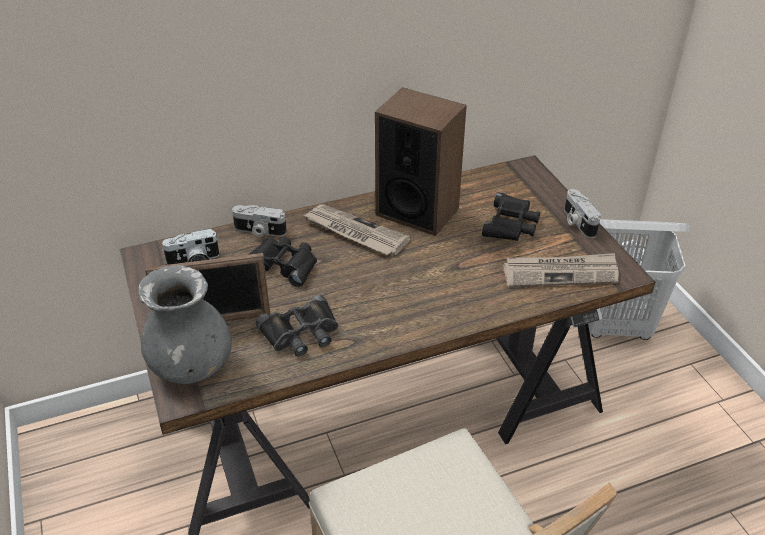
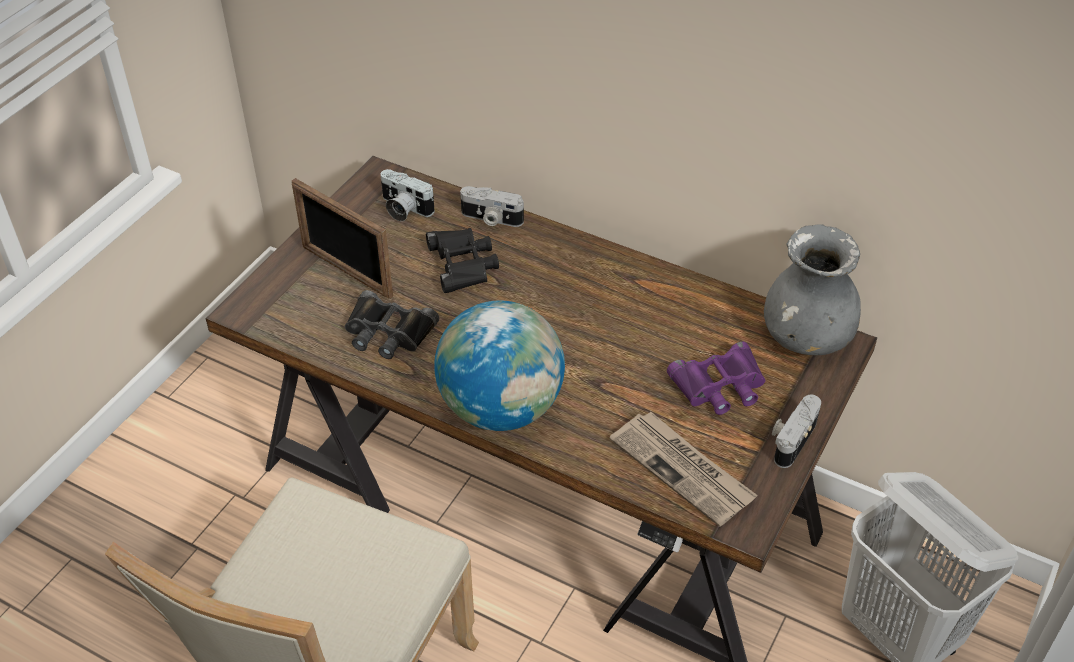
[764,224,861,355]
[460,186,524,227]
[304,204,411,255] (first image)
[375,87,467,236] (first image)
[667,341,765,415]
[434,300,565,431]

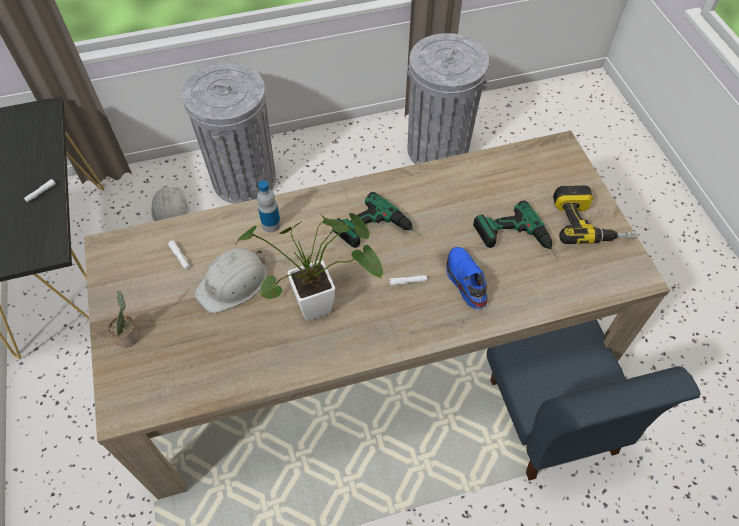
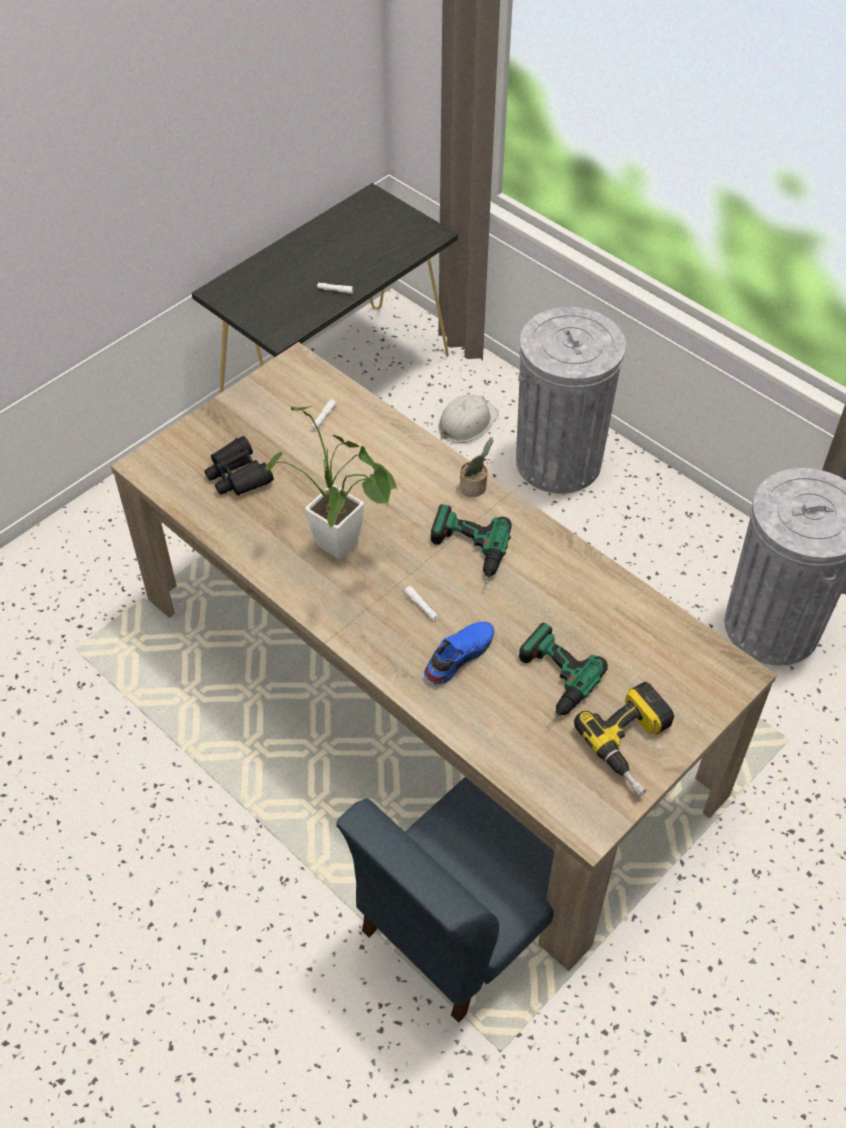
[460,437,493,497]
[194,248,267,313] (first image)
[257,180,281,232] (first image)
[204,436,274,496]

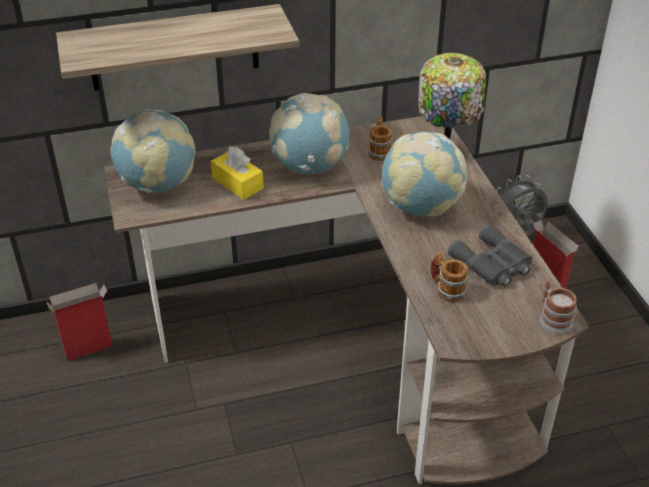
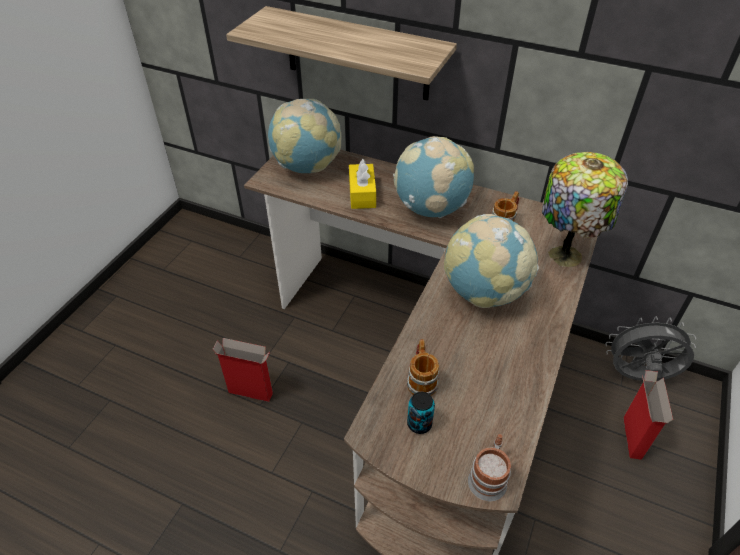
[213,338,273,402]
[448,224,532,287] (first image)
[407,392,435,434]

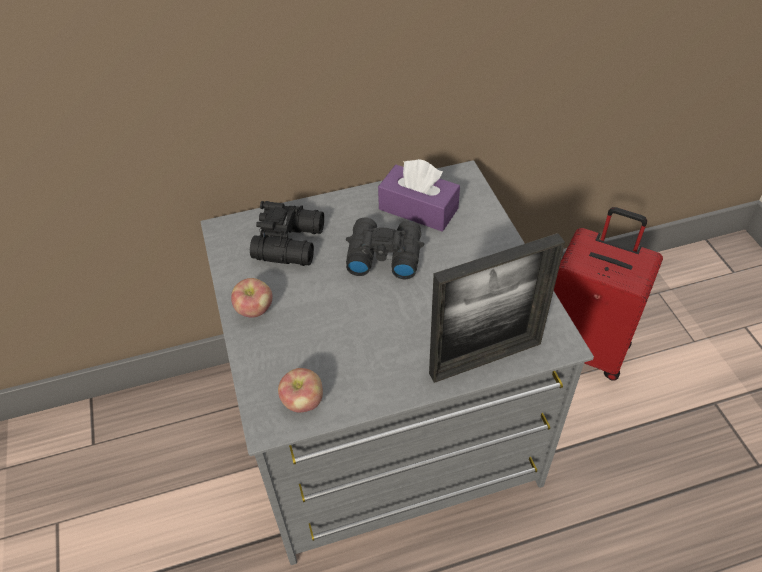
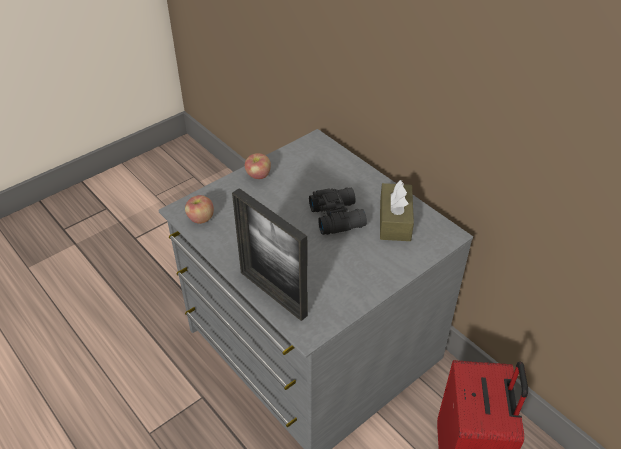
[250,201,324,266] (first image)
[380,180,414,241]

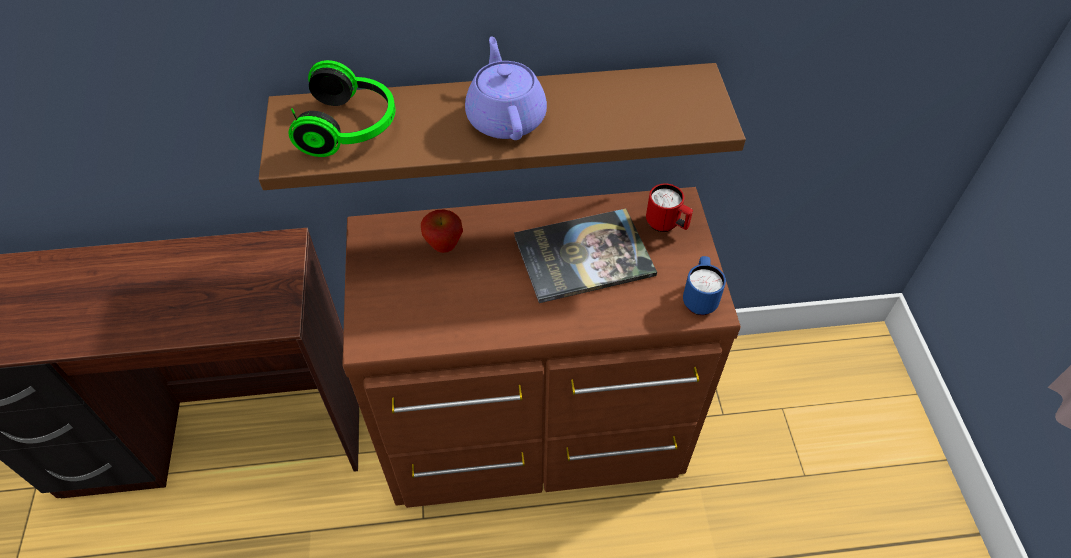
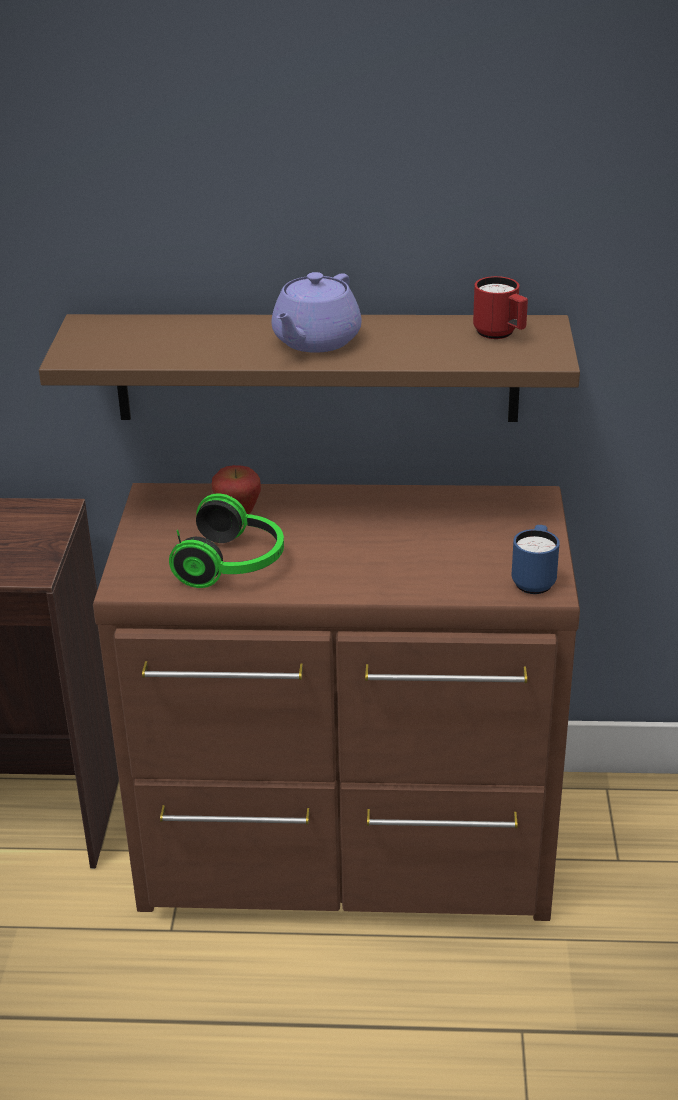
[169,494,284,588]
[271,272,362,353]
[514,208,657,303] (first image)
[473,276,528,339]

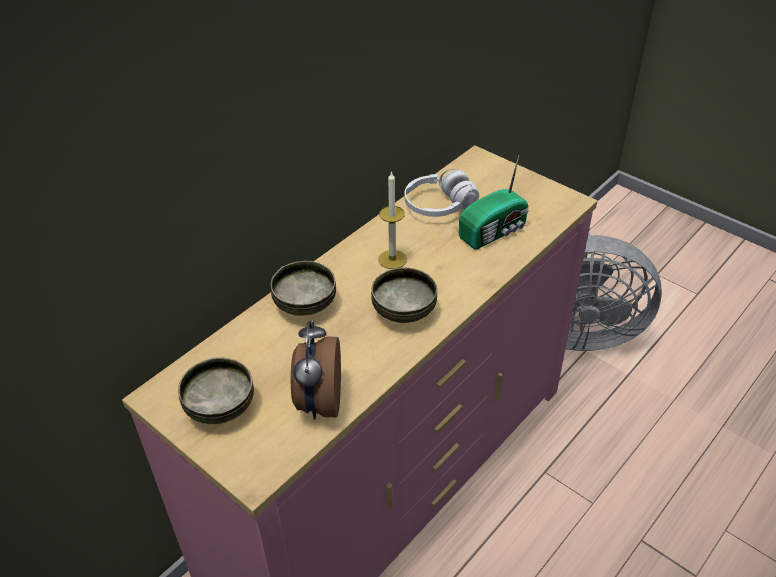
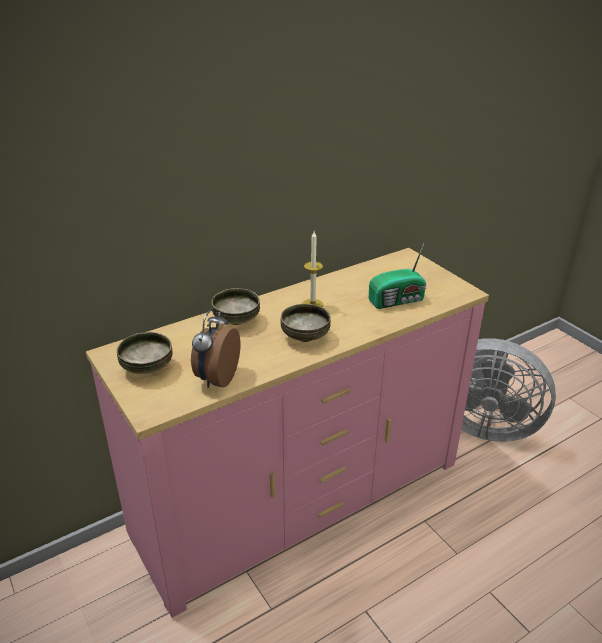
[405,169,479,217] (first image)

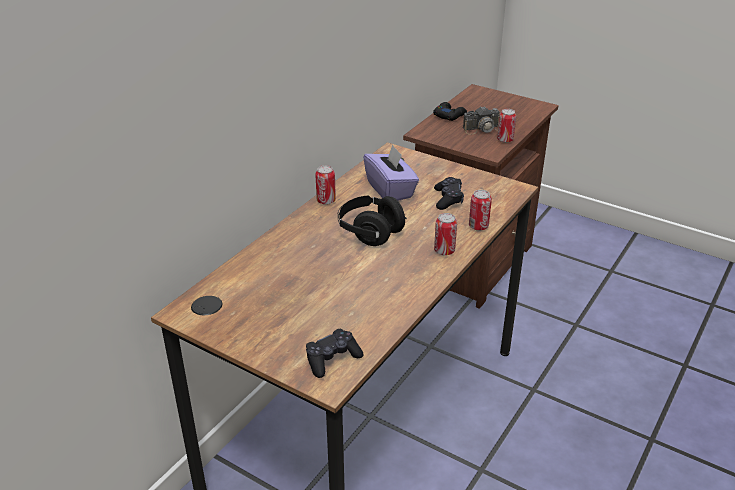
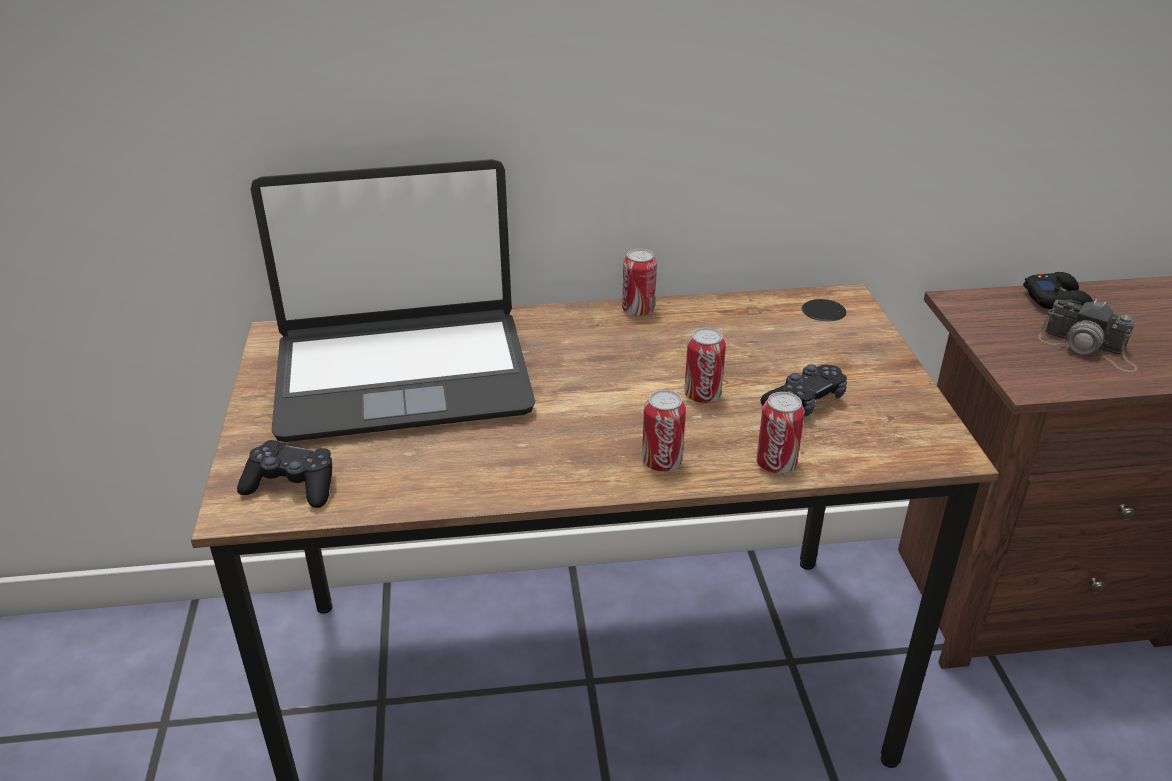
[338,195,407,246] (first image)
[363,144,419,201] (first image)
[684,328,726,403]
[251,159,535,442]

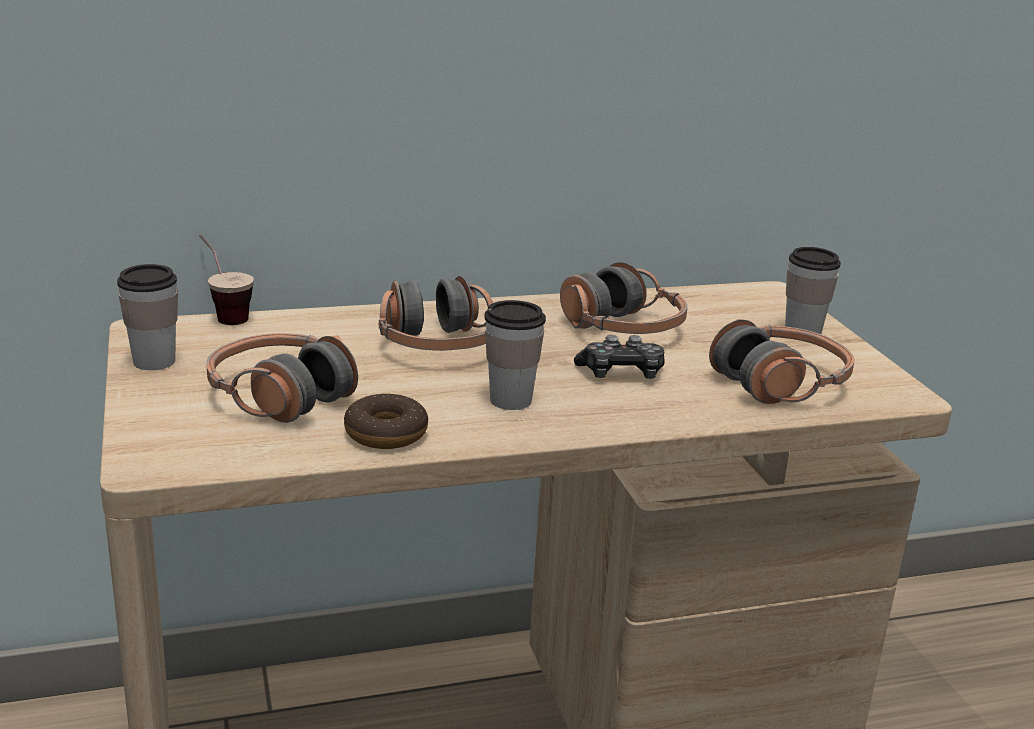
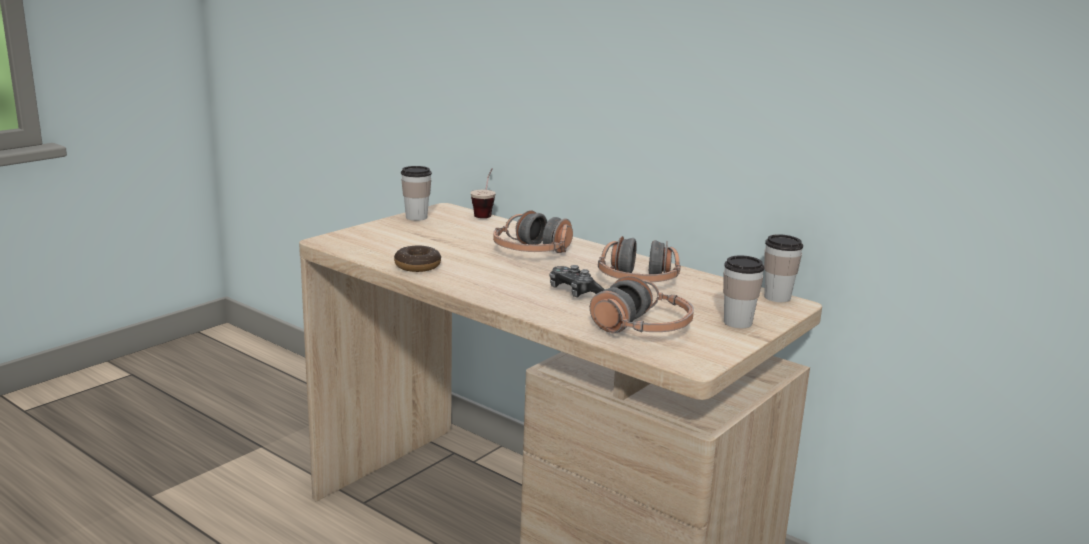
[206,333,358,423] (first image)
[764,234,803,302]

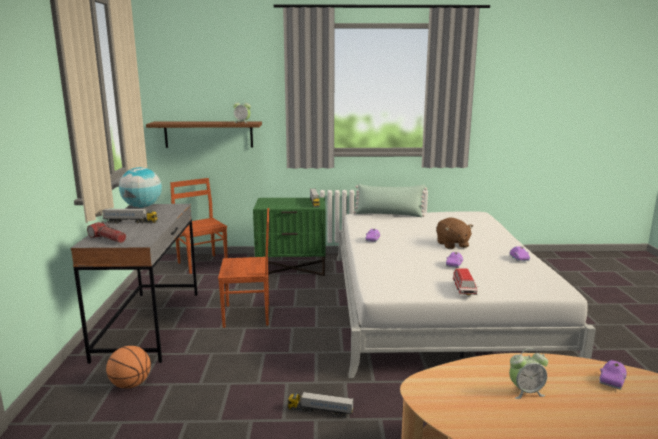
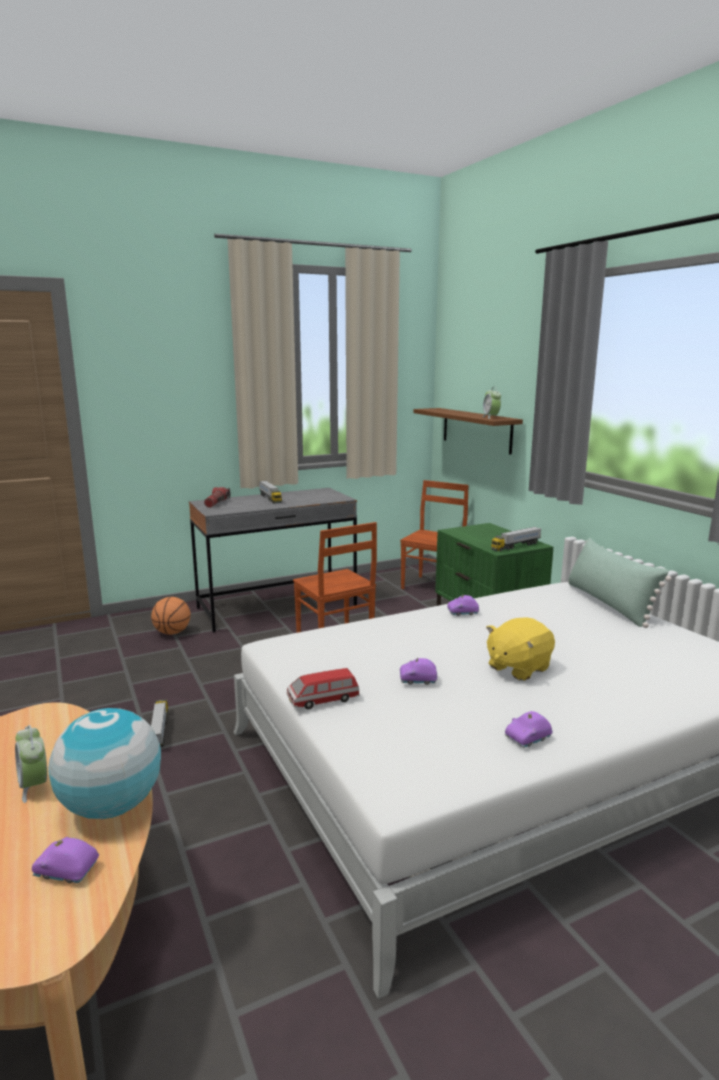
[48,708,161,819]
[486,617,555,681]

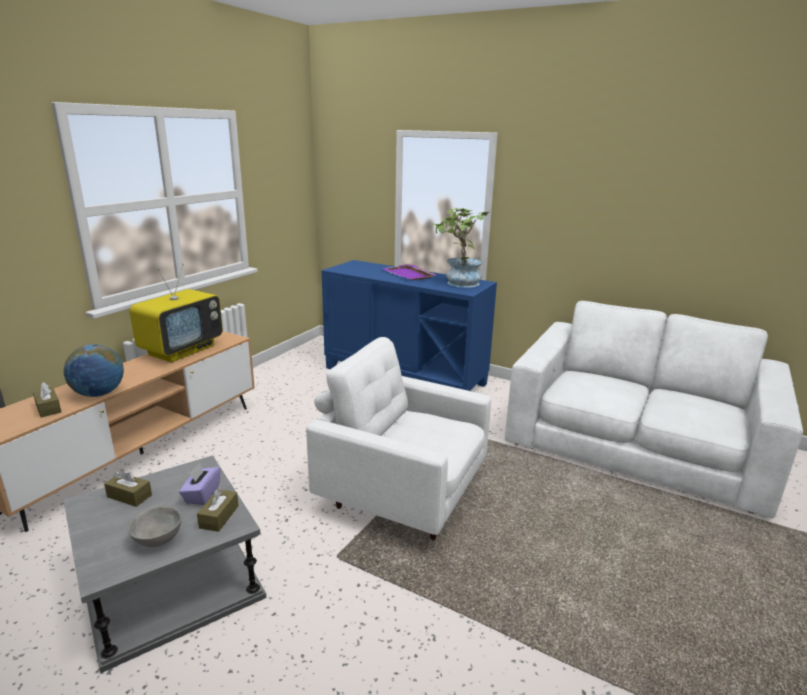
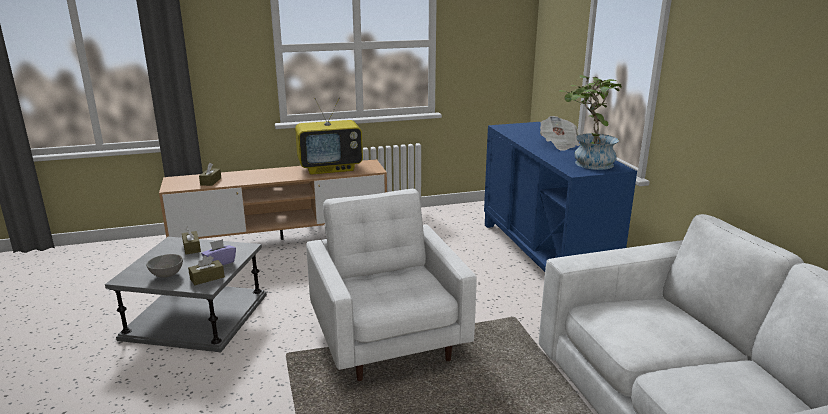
[64,344,124,397] (first image)
[540,116,580,151]

